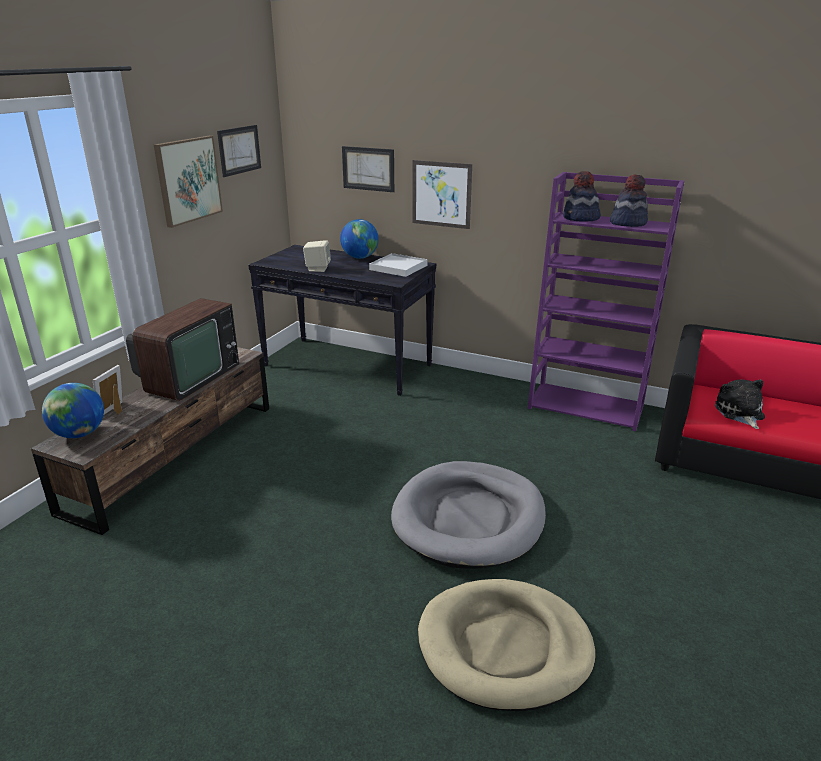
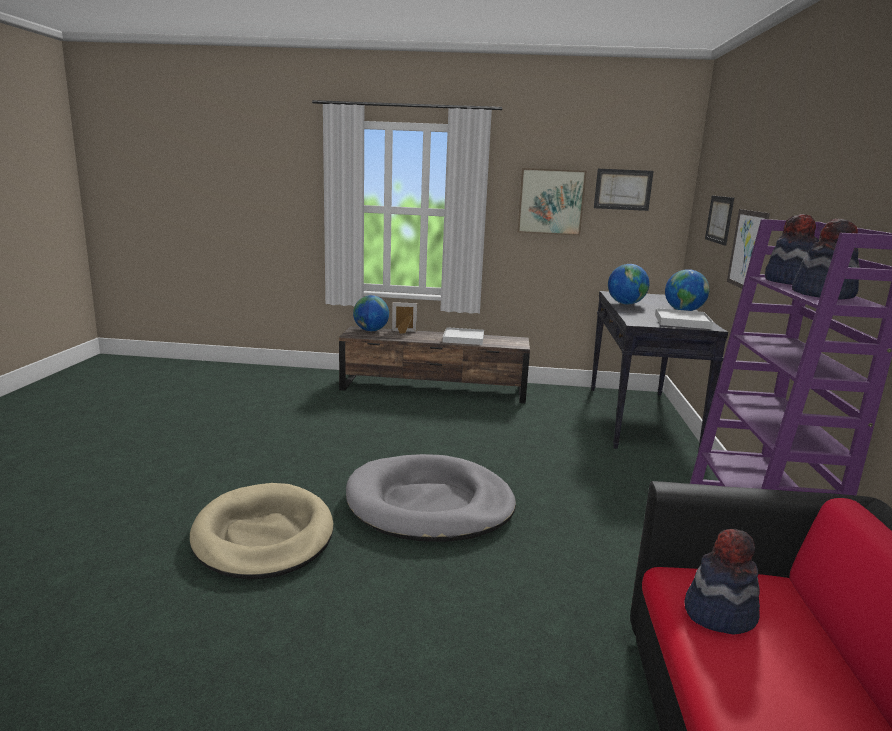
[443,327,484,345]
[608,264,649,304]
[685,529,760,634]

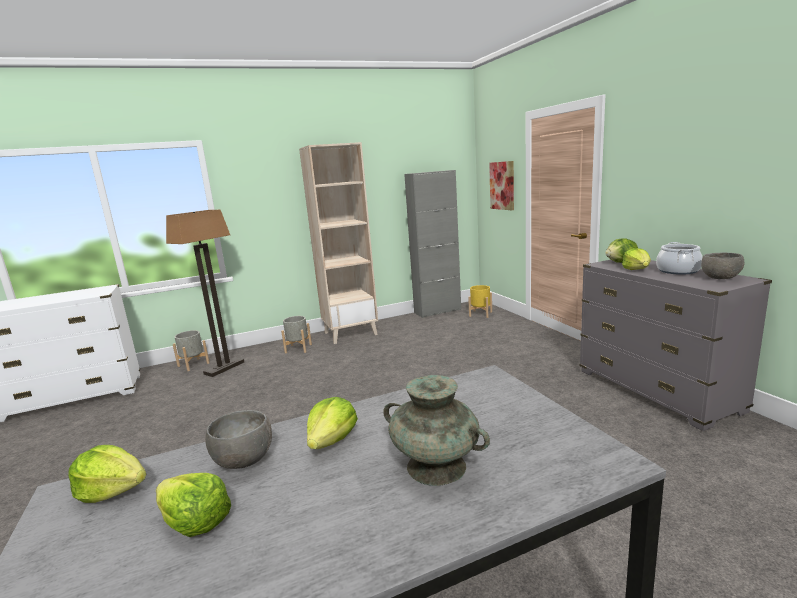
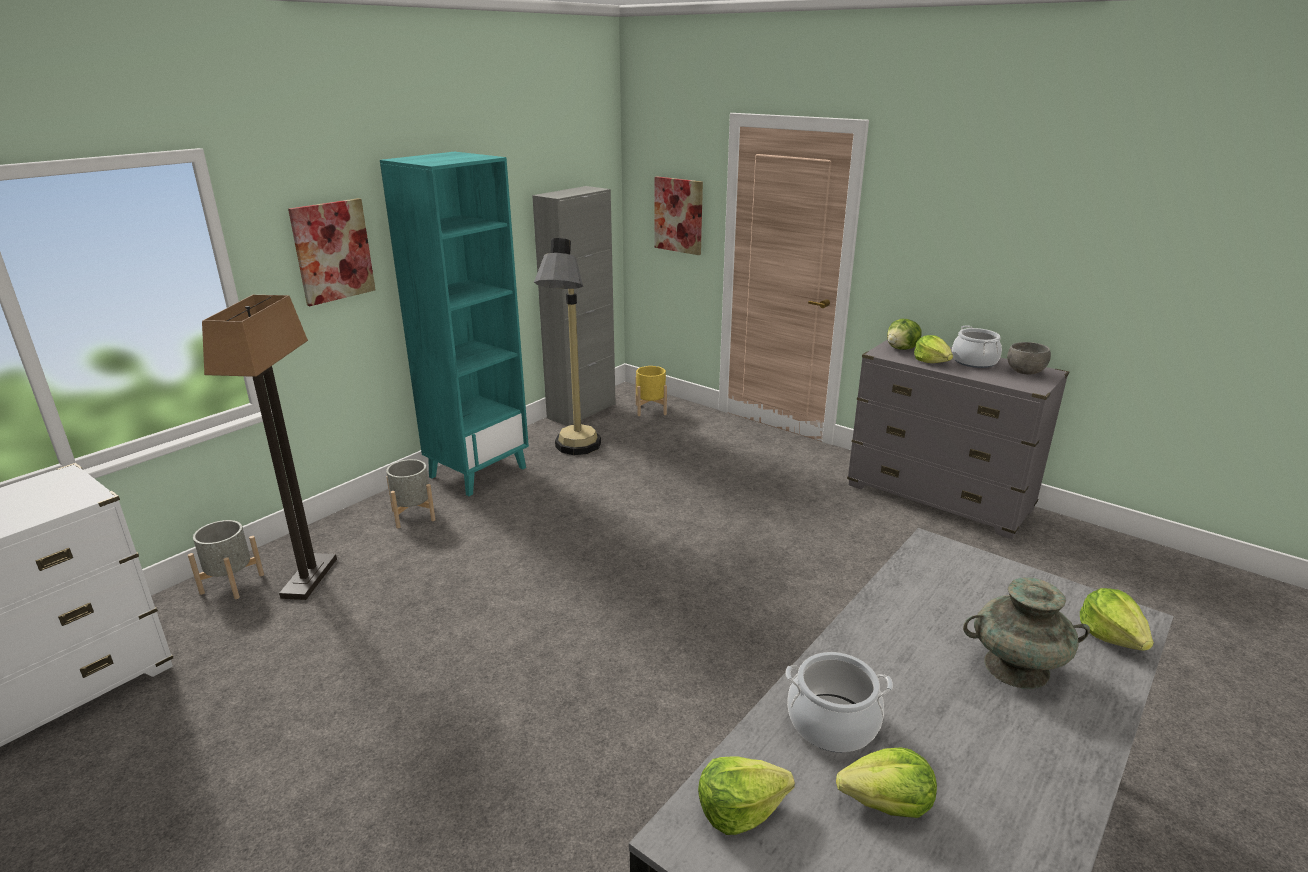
[786,652,893,752]
[380,152,529,496]
[1080,588,1154,651]
[288,198,376,306]
[534,238,601,455]

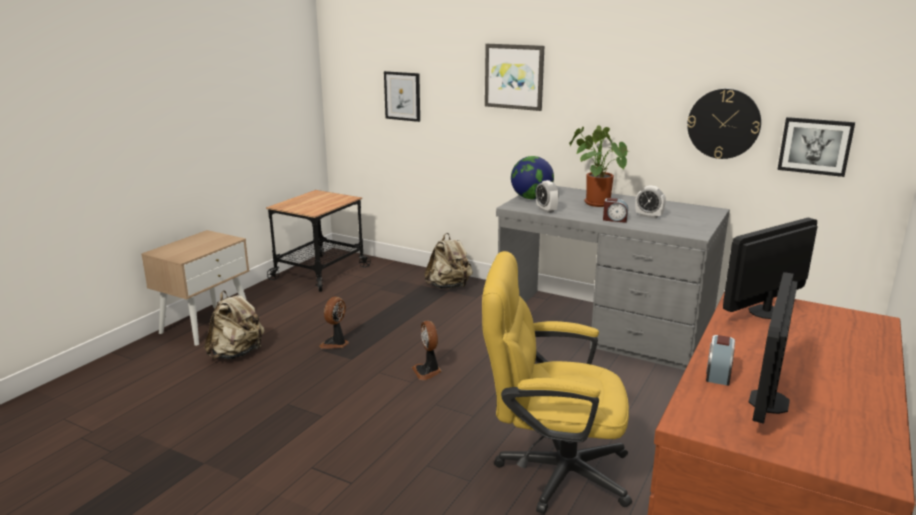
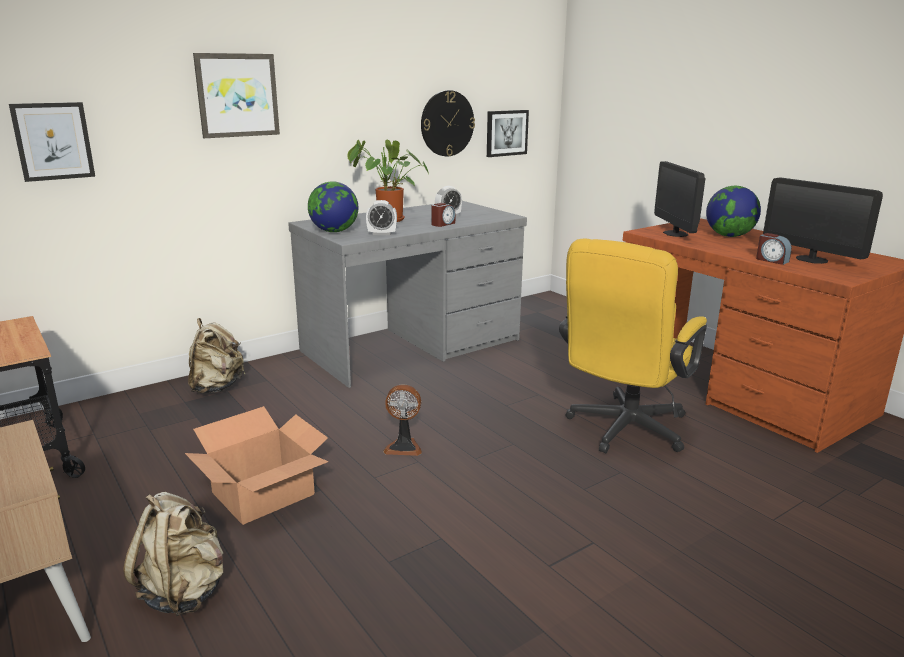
[185,406,329,525]
[706,186,761,237]

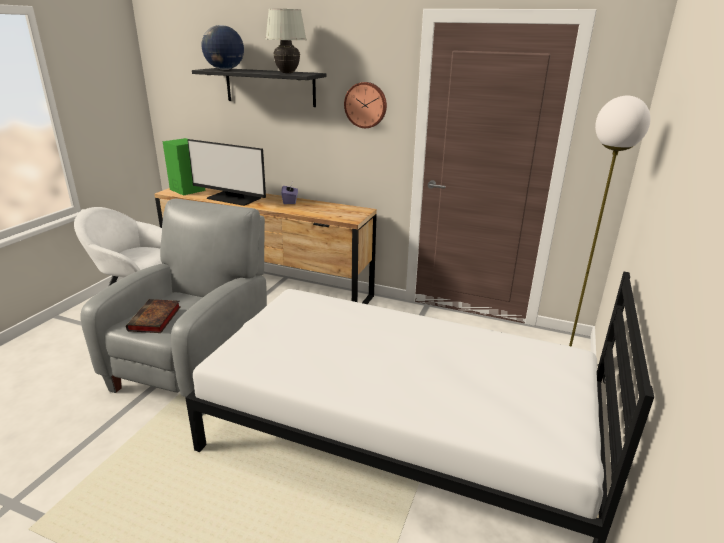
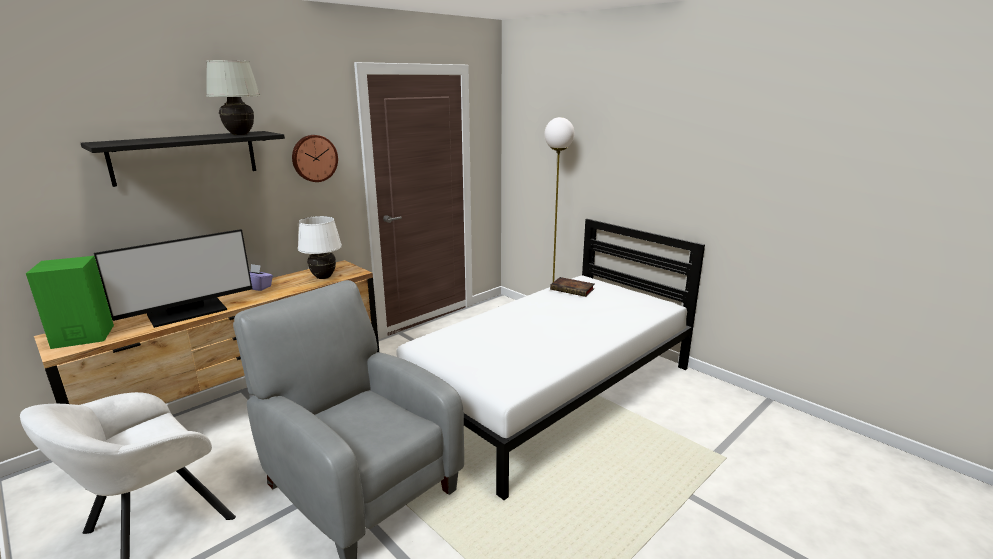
[550,277,594,297]
[202,25,244,70] (first image)
[298,216,342,279]

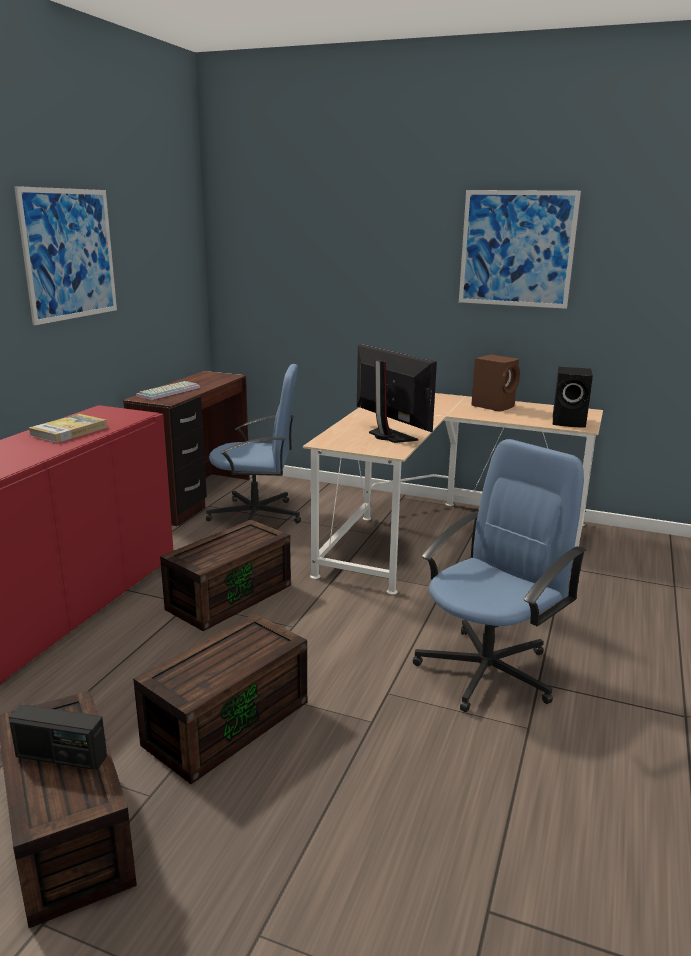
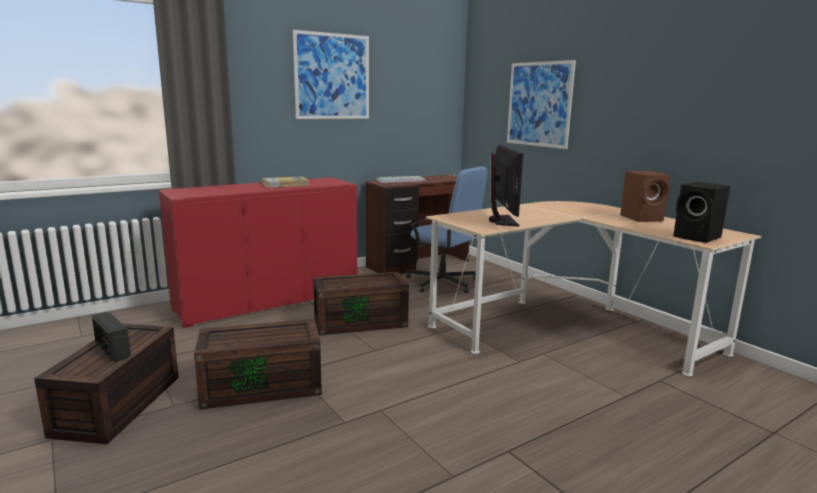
[412,439,587,712] (first image)
[507,60,576,149]

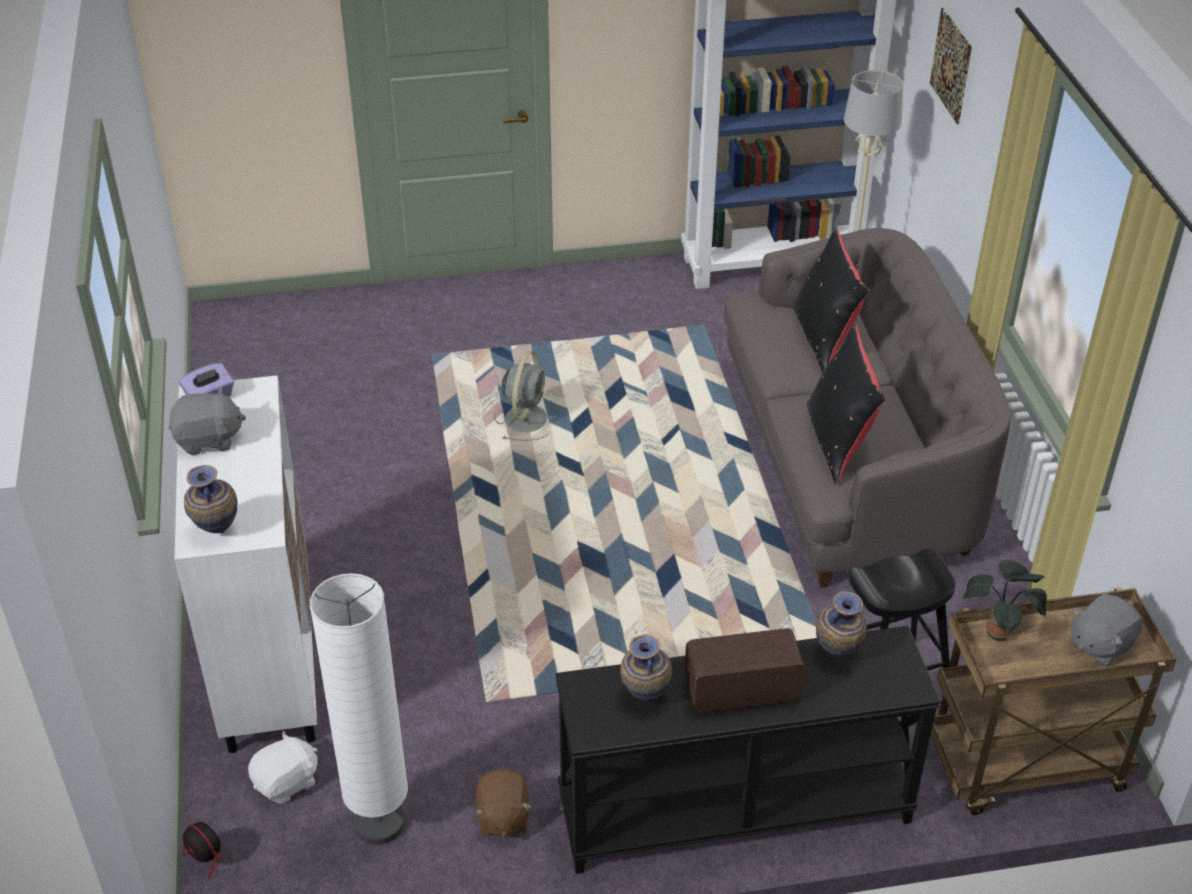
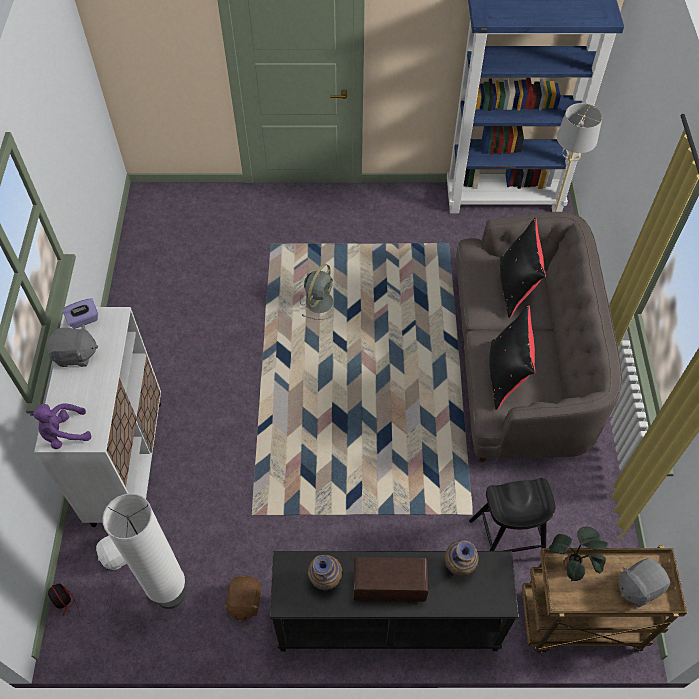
[30,404,92,449]
[930,8,972,124] (first image)

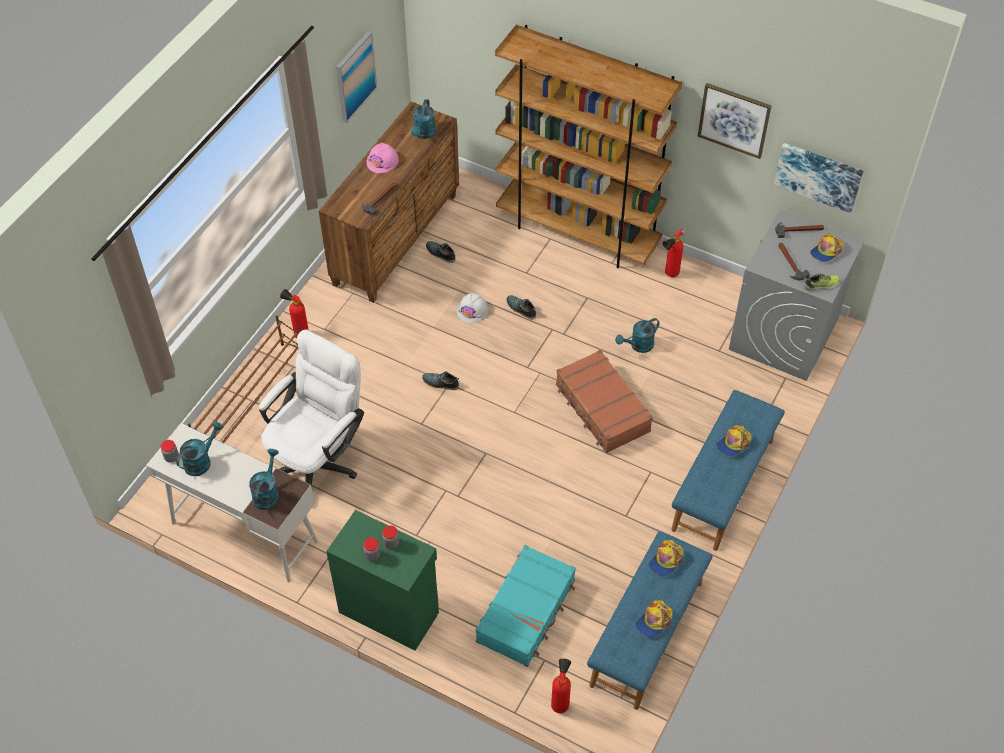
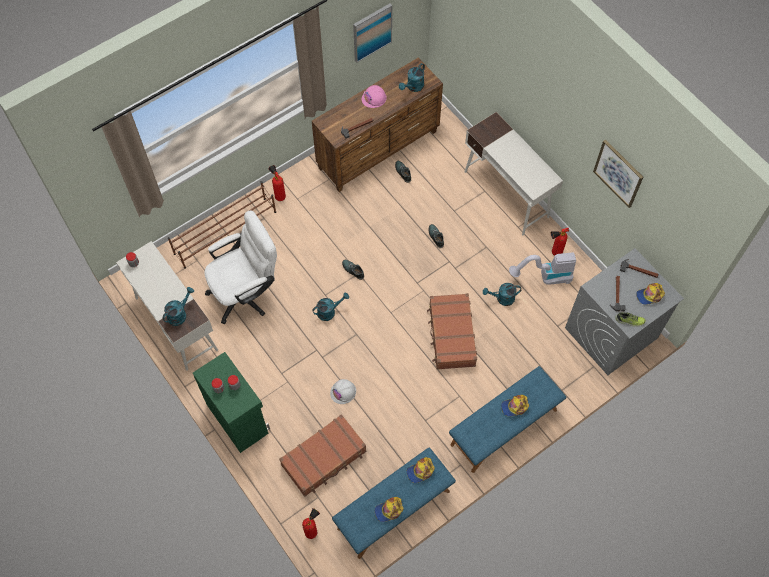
[312,293,349,321]
[330,379,356,404]
[279,414,366,497]
[464,112,563,235]
[774,143,863,213] (first image)
[509,252,576,285]

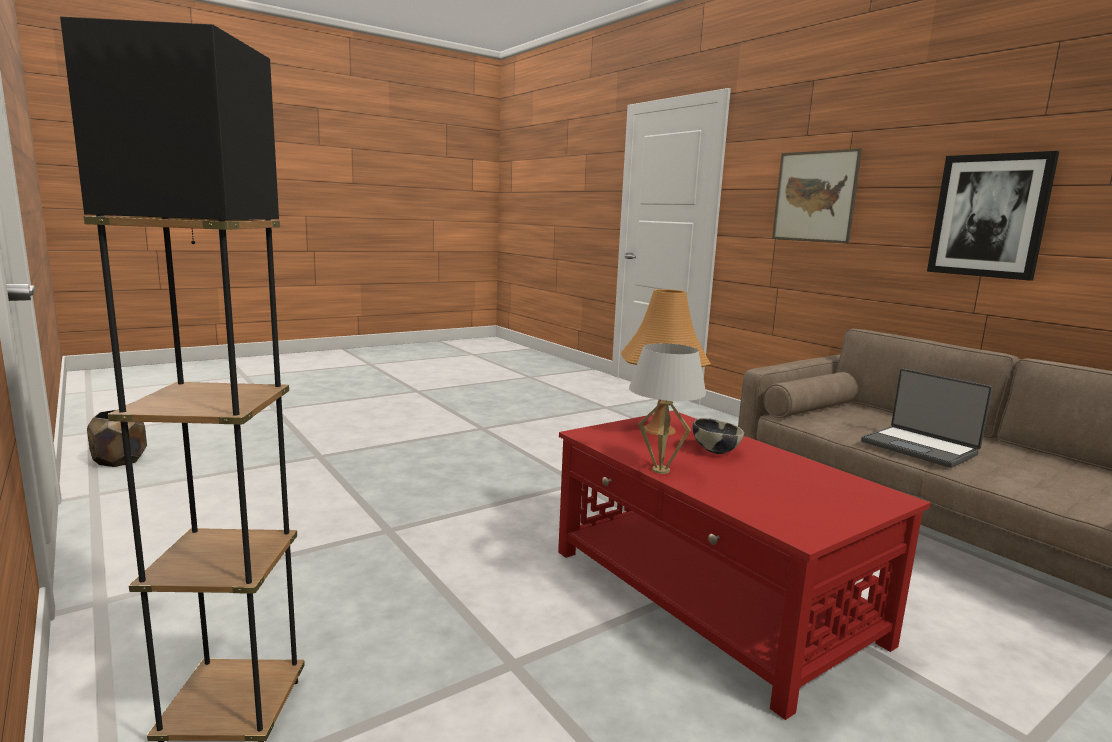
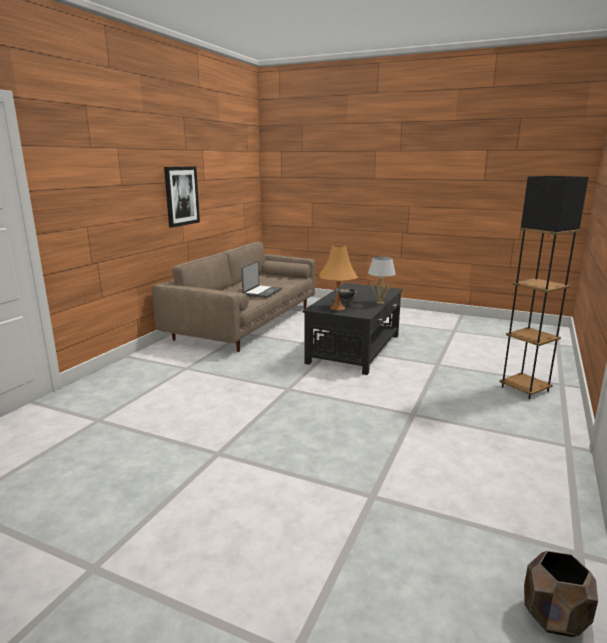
[303,283,403,375]
[772,148,862,243] (first image)

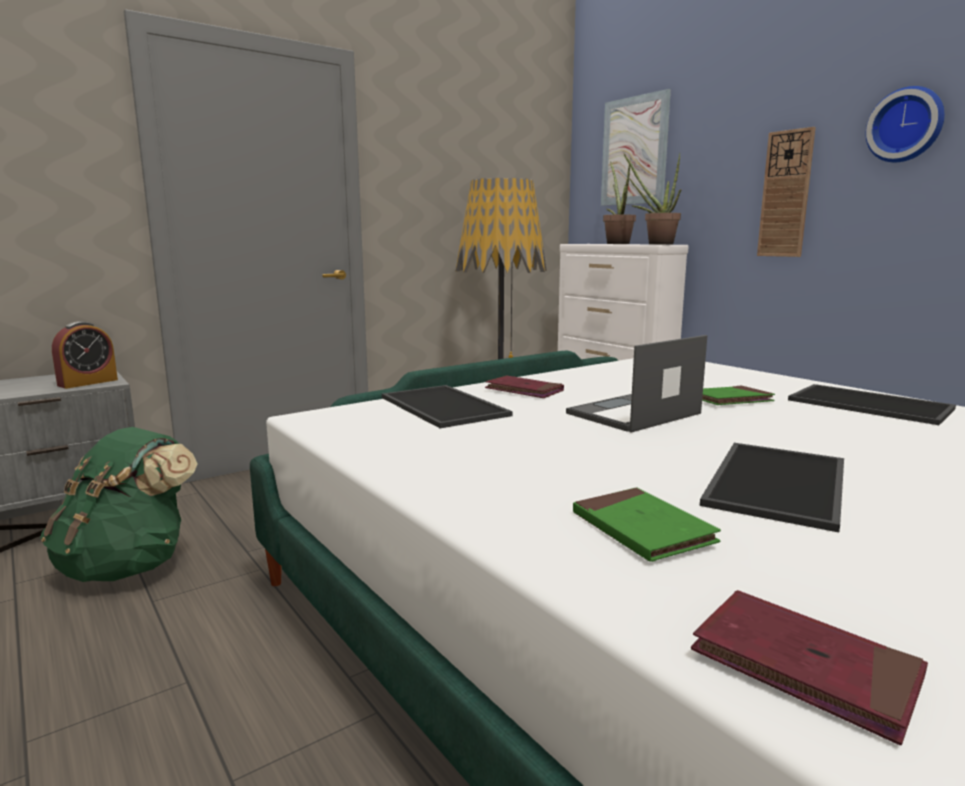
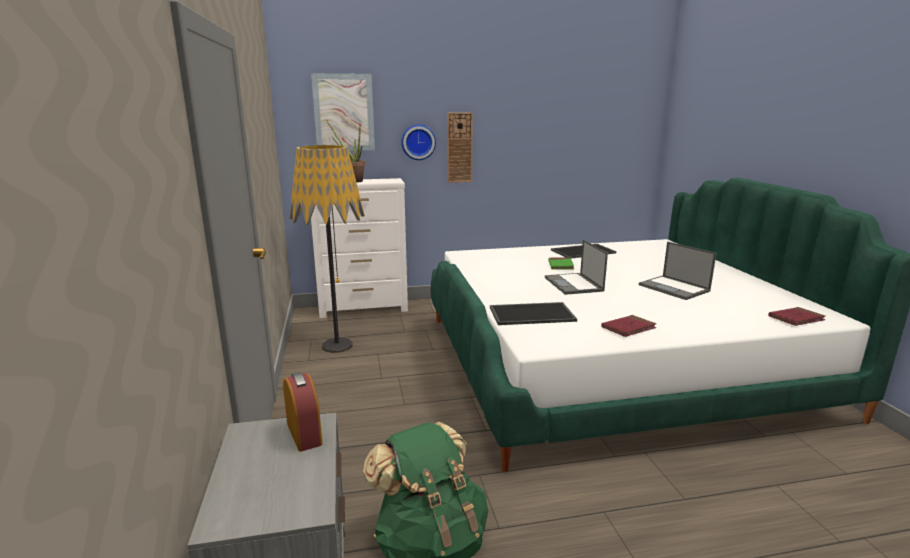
[601,315,656,337]
[573,488,721,562] (first image)
[624,153,681,245] (first image)
[639,242,716,300]
[401,124,436,160]

